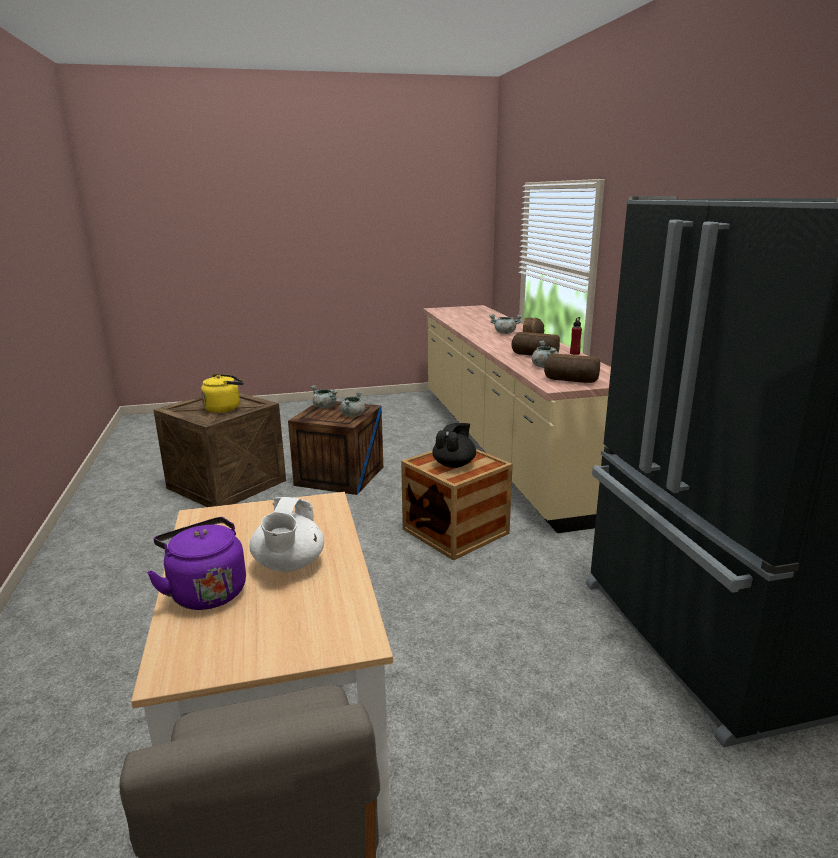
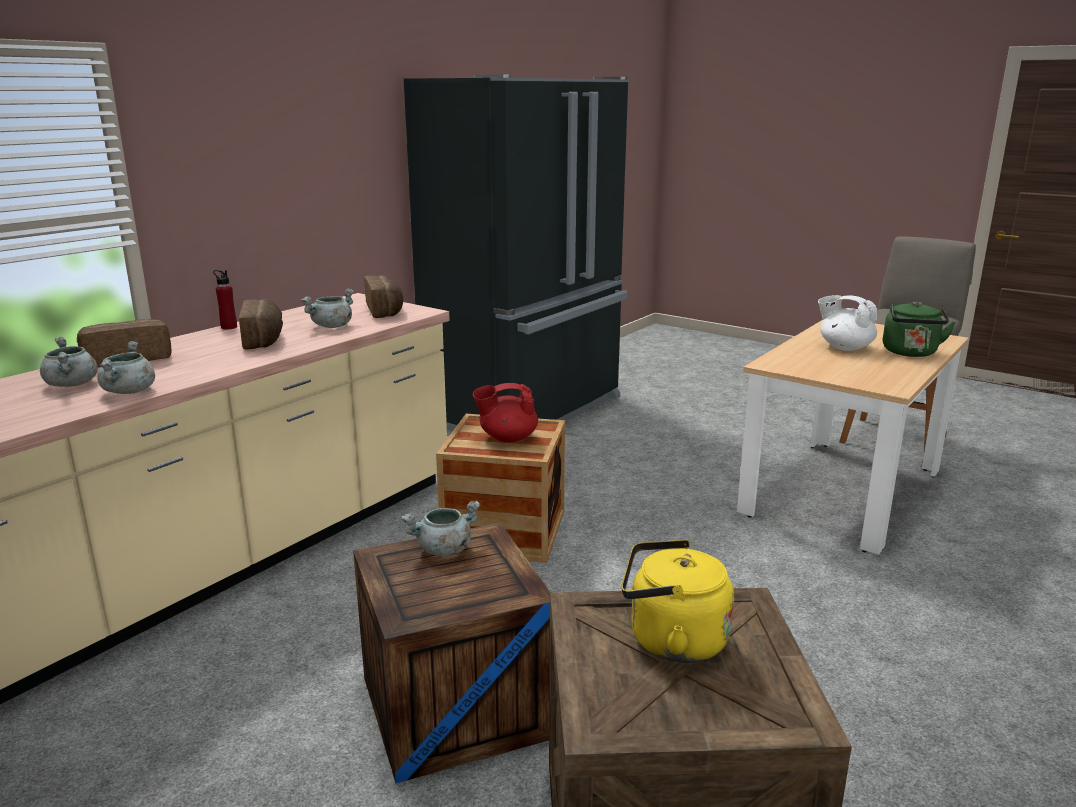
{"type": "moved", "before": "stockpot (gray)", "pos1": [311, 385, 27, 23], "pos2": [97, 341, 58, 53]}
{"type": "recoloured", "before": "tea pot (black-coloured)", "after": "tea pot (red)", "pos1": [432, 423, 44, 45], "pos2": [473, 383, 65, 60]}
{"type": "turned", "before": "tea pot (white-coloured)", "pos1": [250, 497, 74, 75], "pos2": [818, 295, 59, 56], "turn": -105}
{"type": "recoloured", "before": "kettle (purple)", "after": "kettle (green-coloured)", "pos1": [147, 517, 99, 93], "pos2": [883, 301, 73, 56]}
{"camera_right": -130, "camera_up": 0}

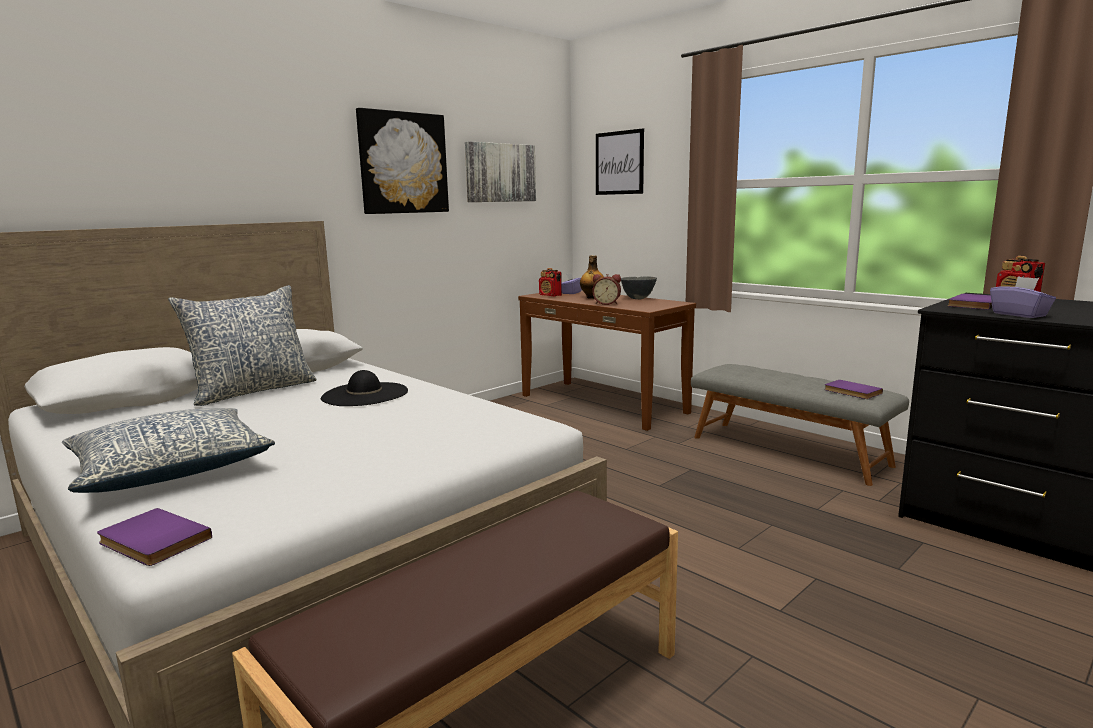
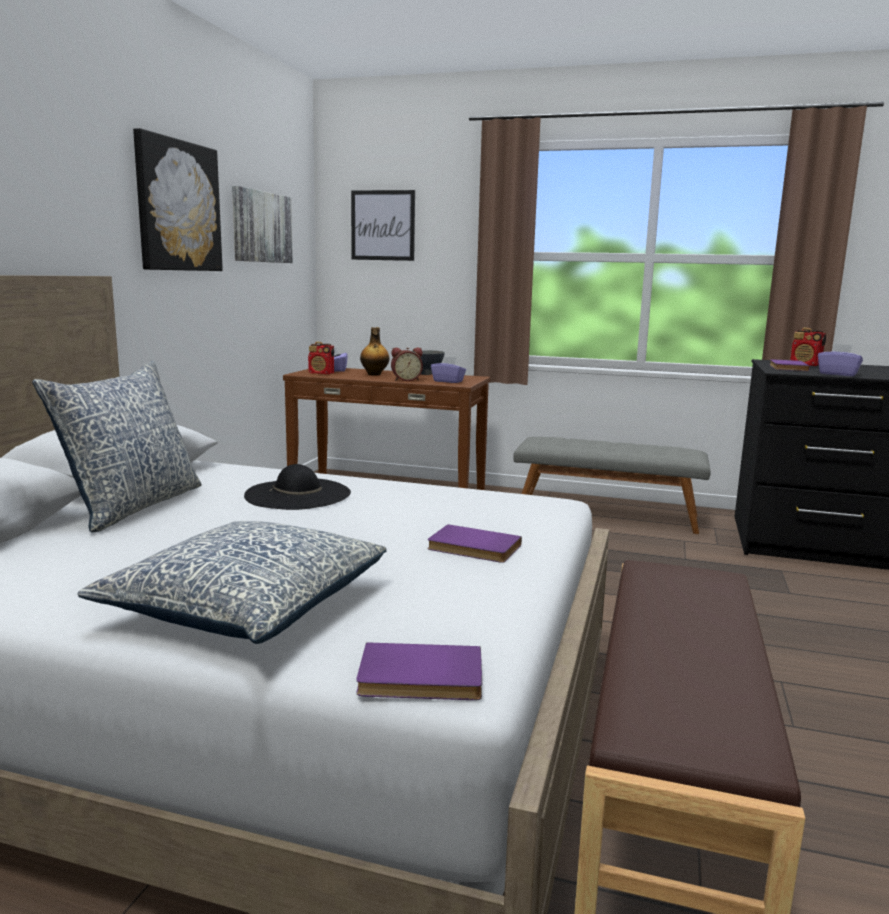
{"type": "moved", "before": "volume (purple)", "pos1": [824, 380, 59, 19], "pos2": [428, 524, 94, 39]}
{"type": "added", "after": "tissue holder (purple)", "pos2": [431, 356, 35, 27]}
{"camera_right": -30, "camera_up": 0}

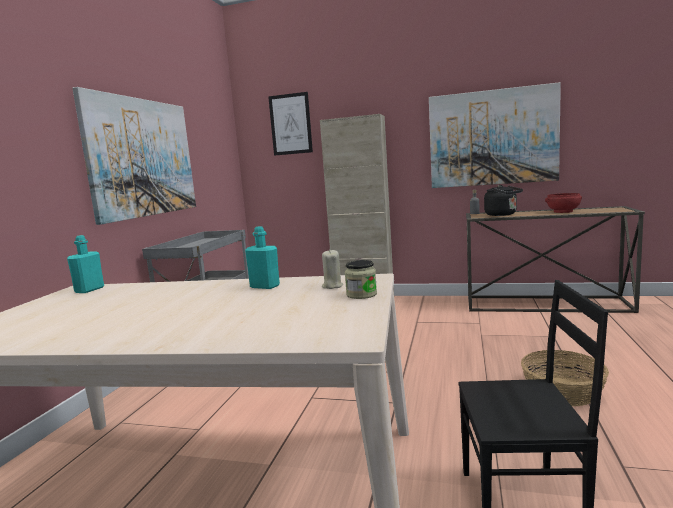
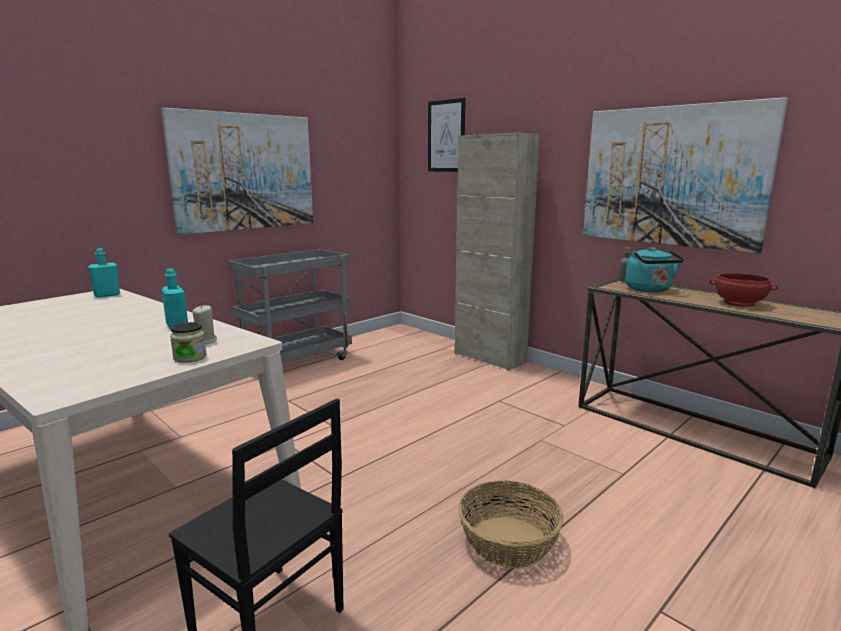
{"type": "recoloured", "before": "kettle (black-coloured)", "after": "kettle (turquoise)", "pos1": [484, 185, 39, 31], "pos2": [625, 247, 59, 45]}
{"camera_right": 30, "camera_up": 5}

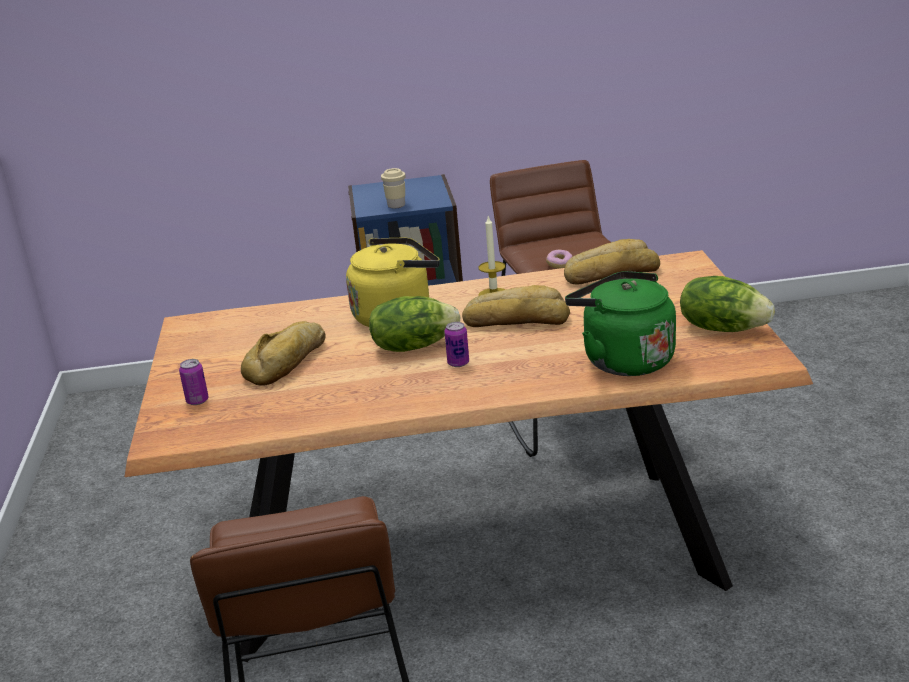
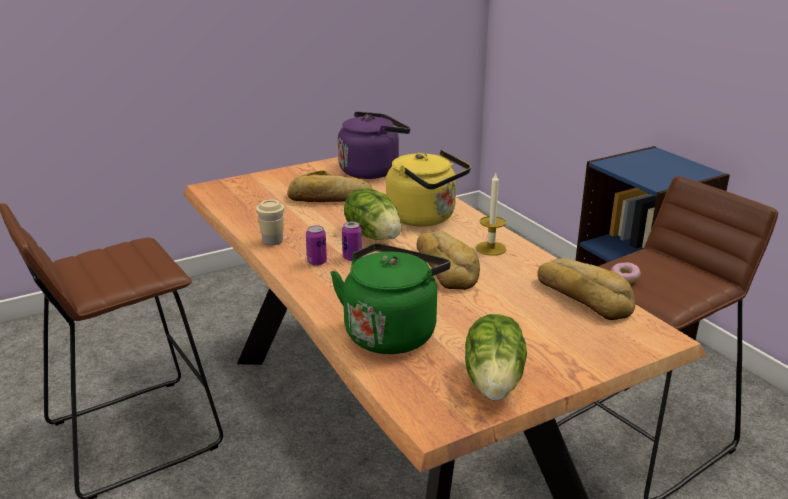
{"type": "moved", "before": "drinking cup (beige)", "pos1": [381, 168, 25, 40], "pos2": [256, 199, 29, 46]}
{"type": "moved", "before": "can", "pos1": [179, 359, 30, 46], "pos2": [306, 225, 21, 41]}
{"type": "added", "after": "kettle (purple)", "pos2": [338, 112, 72, 67]}
{"camera_right": 65, "camera_up": 0}

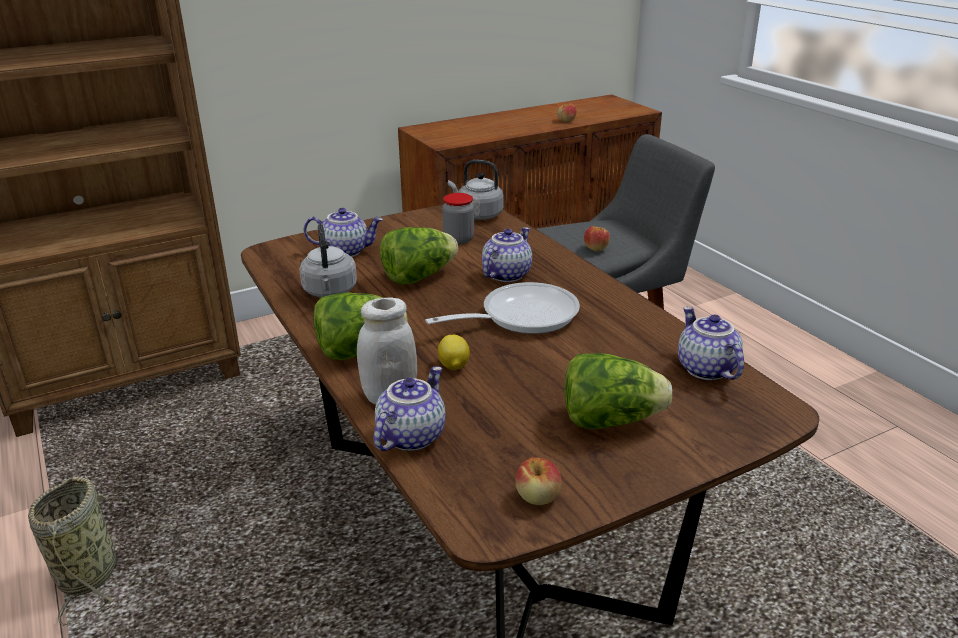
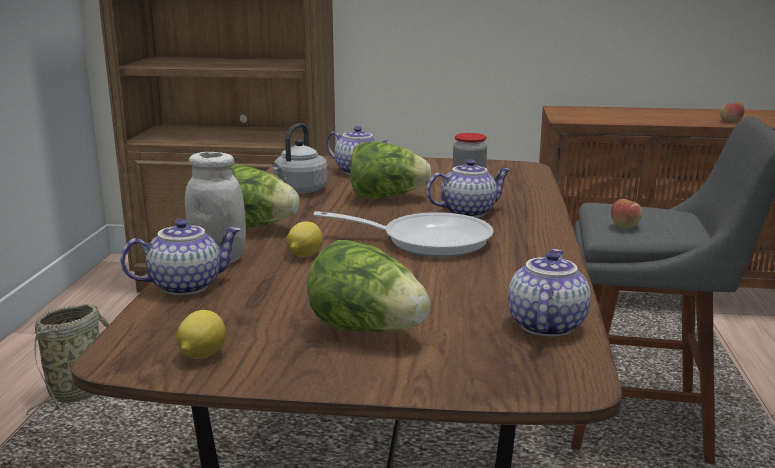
{"type": "replaced", "before": "whole apple", "after": "lemon", "pos1": [515, 457, 47, 48], "pos2": [176, 310, 50, 49]}
{"type": "removed", "before": "kettle (gray)", "pos1": [448, 160, 56, 60]}
{"camera_right": 35, "camera_up": -10}

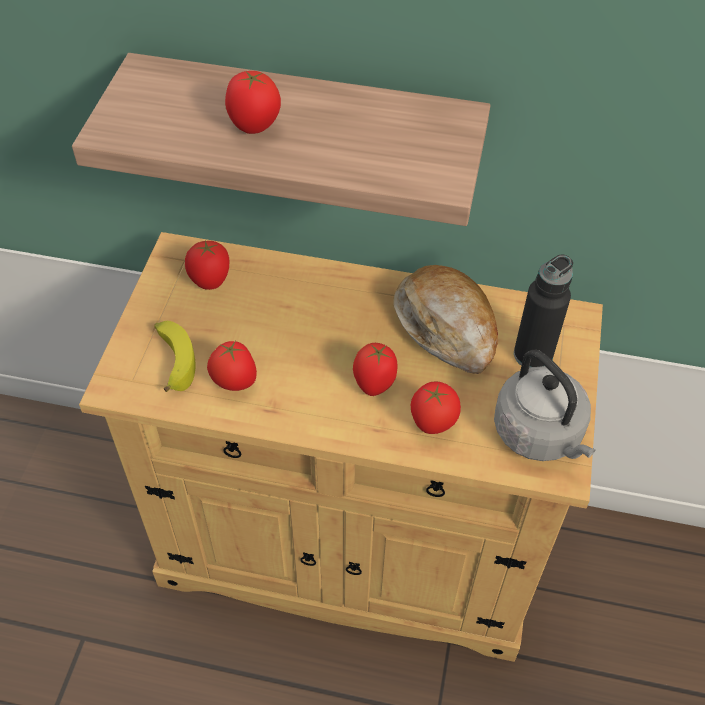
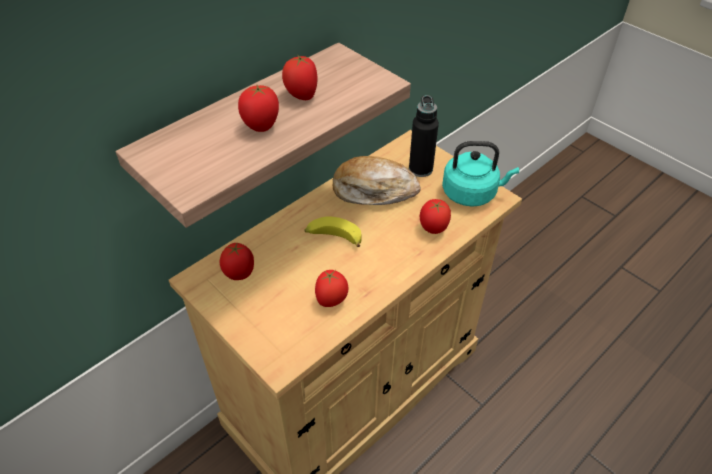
{"type": "moved", "before": "whole tomato", "pos1": [353, 343, 44, 53], "pos2": [282, 56, 36, 44]}
{"type": "moved", "before": "banana fruit", "pos1": [154, 321, 42, 71], "pos2": [304, 216, 57, 31]}
{"type": "recoloured", "before": "kettle (gray)", "after": "kettle (turquoise)", "pos1": [494, 350, 101, 111], "pos2": [442, 141, 77, 66]}
{"camera_right": -55, "camera_up": -5}

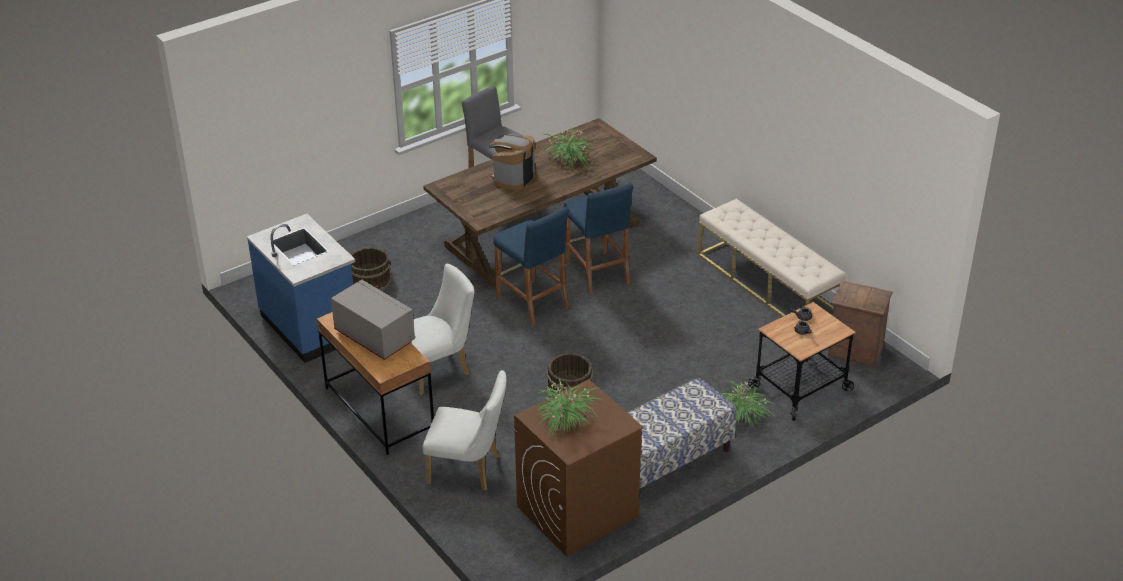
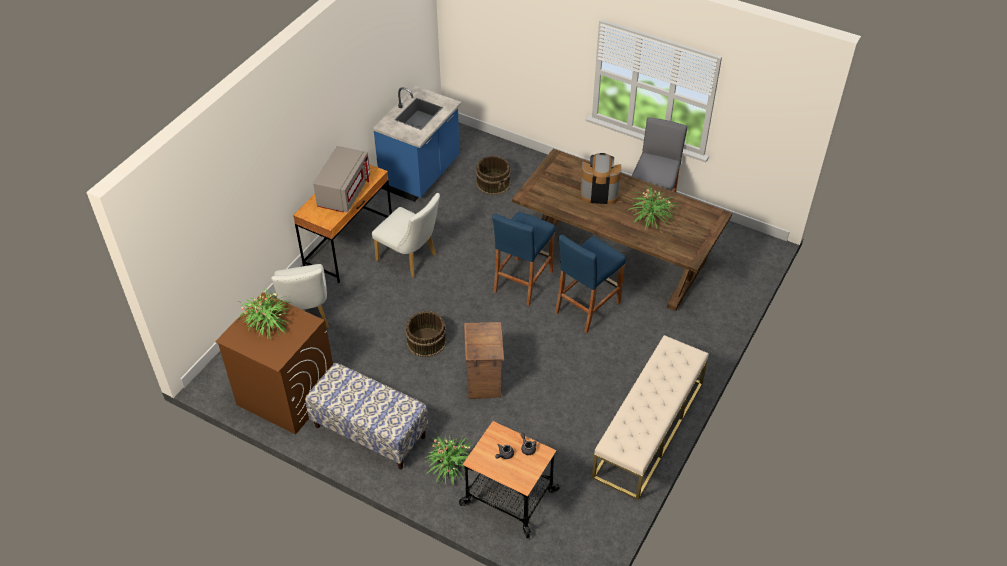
{"type": "moved", "before": "crate", "pos1": [828, 281, 65, 86], "pos2": [464, 322, 40, 77]}
{"camera_right": 65, "camera_up": 10}

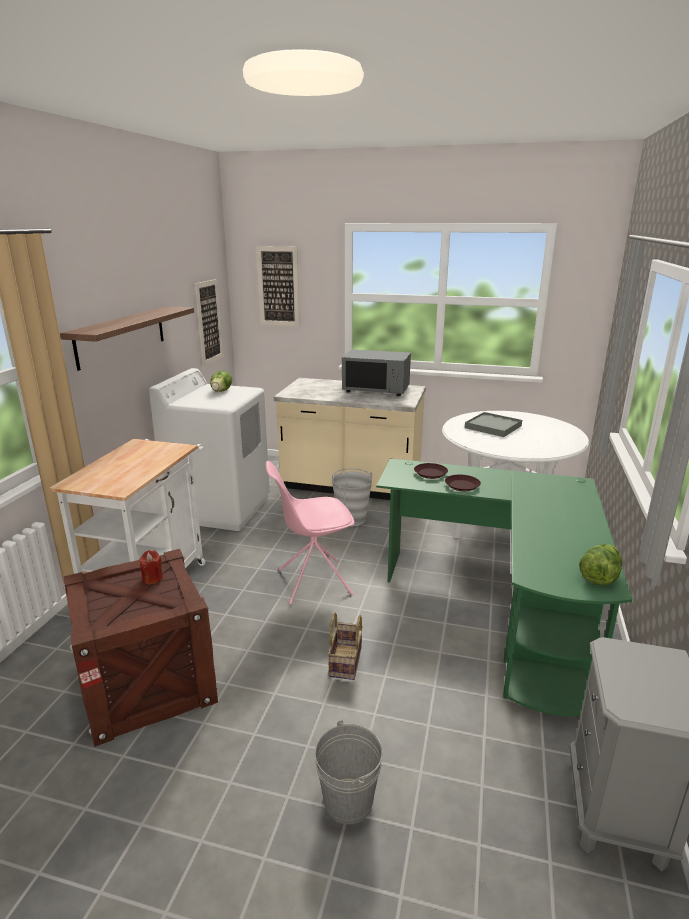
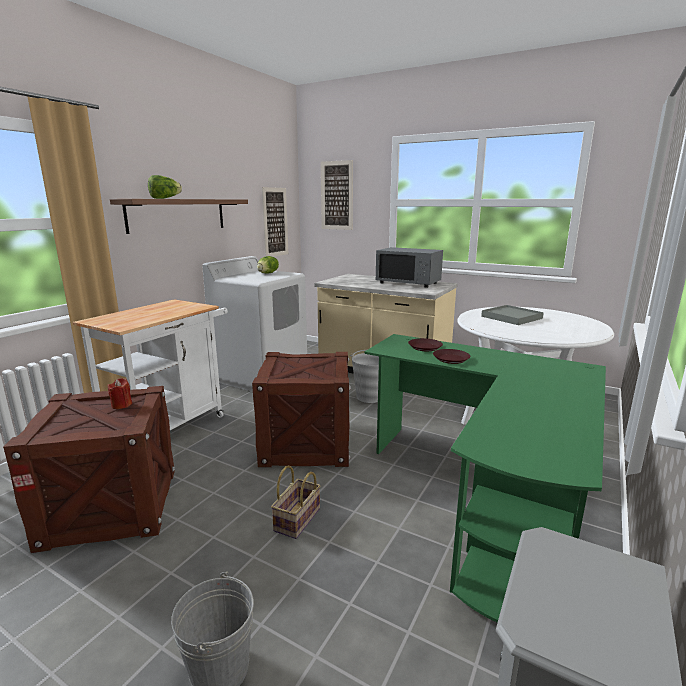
{"type": "moved", "before": "head of lettuce", "pos1": [579, 544, 43, 41], "pos2": [148, 175, 34, 24]}
{"type": "replaced", "before": "plain chair (pinkish)", "after": "crate", "pos1": [266, 461, 88, 144], "pos2": [252, 352, 99, 115]}
{"camera_right": 15, "camera_up": -5}

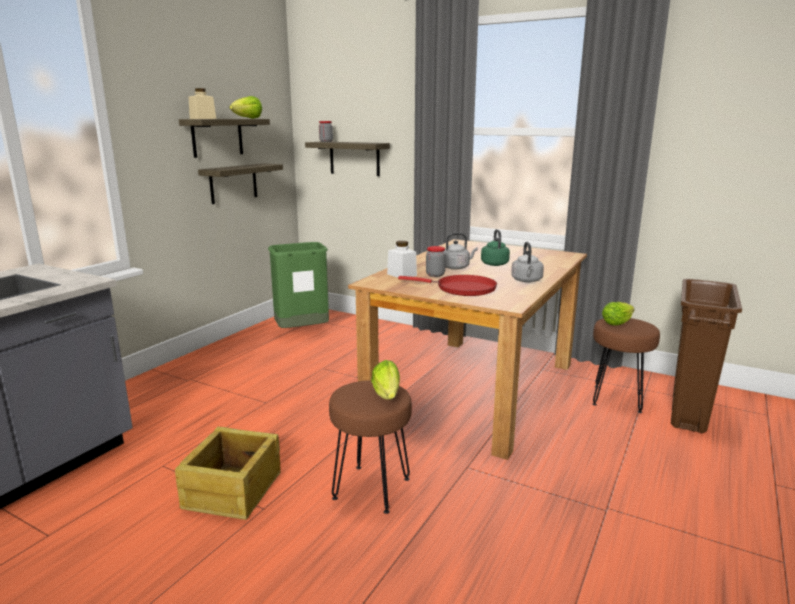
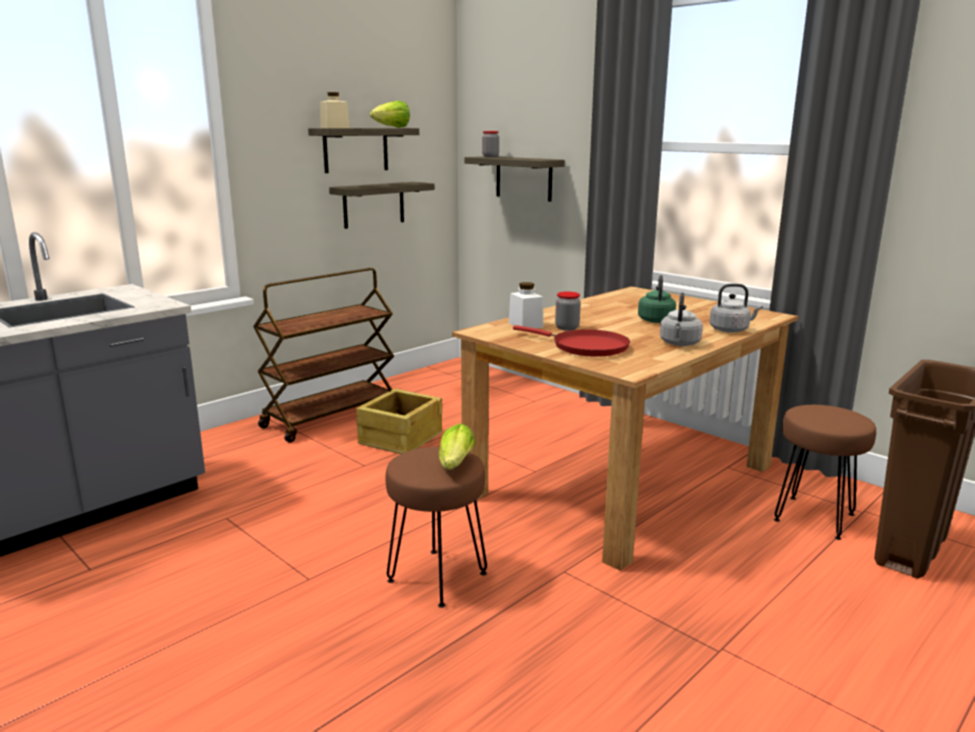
{"type": "added", "after": "trolley (brownish)", "pos2": [253, 268, 141, 175]}
{"type": "moved", "before": "crate", "pos1": [175, 426, 106, 94], "pos2": [356, 388, 86, 66]}
{"type": "moved", "before": "kettle (gray)", "pos1": [444, 233, 34, 37], "pos2": [710, 284, 53, 49]}
{"type": "removed", "before": "trash can (green-coloured)", "pos1": [268, 242, 61, 86]}
{"type": "removed", "before": "head of lettuce", "pos1": [602, 302, 32, 24]}
{"camera_right": 15, "camera_up": 0}

